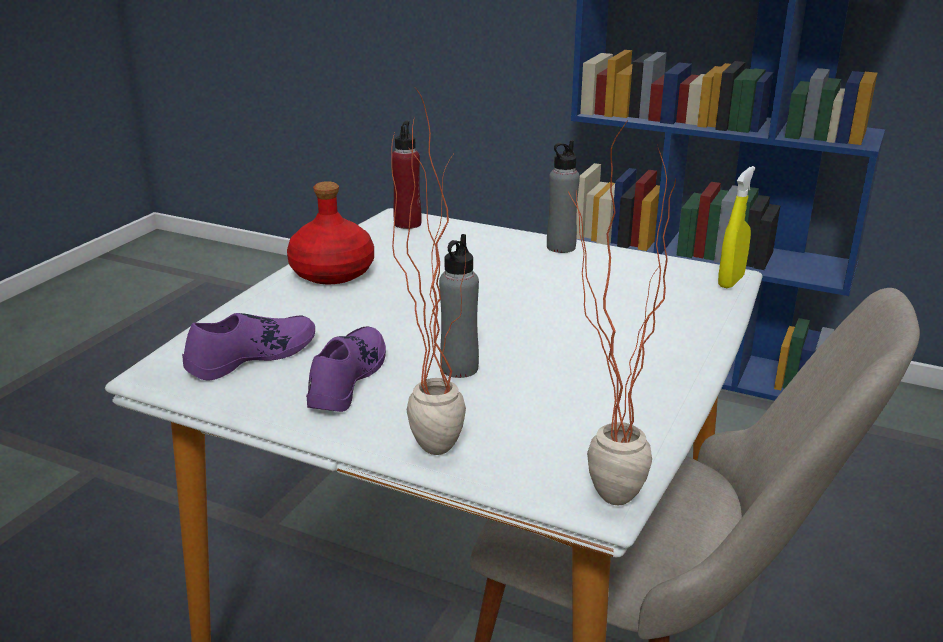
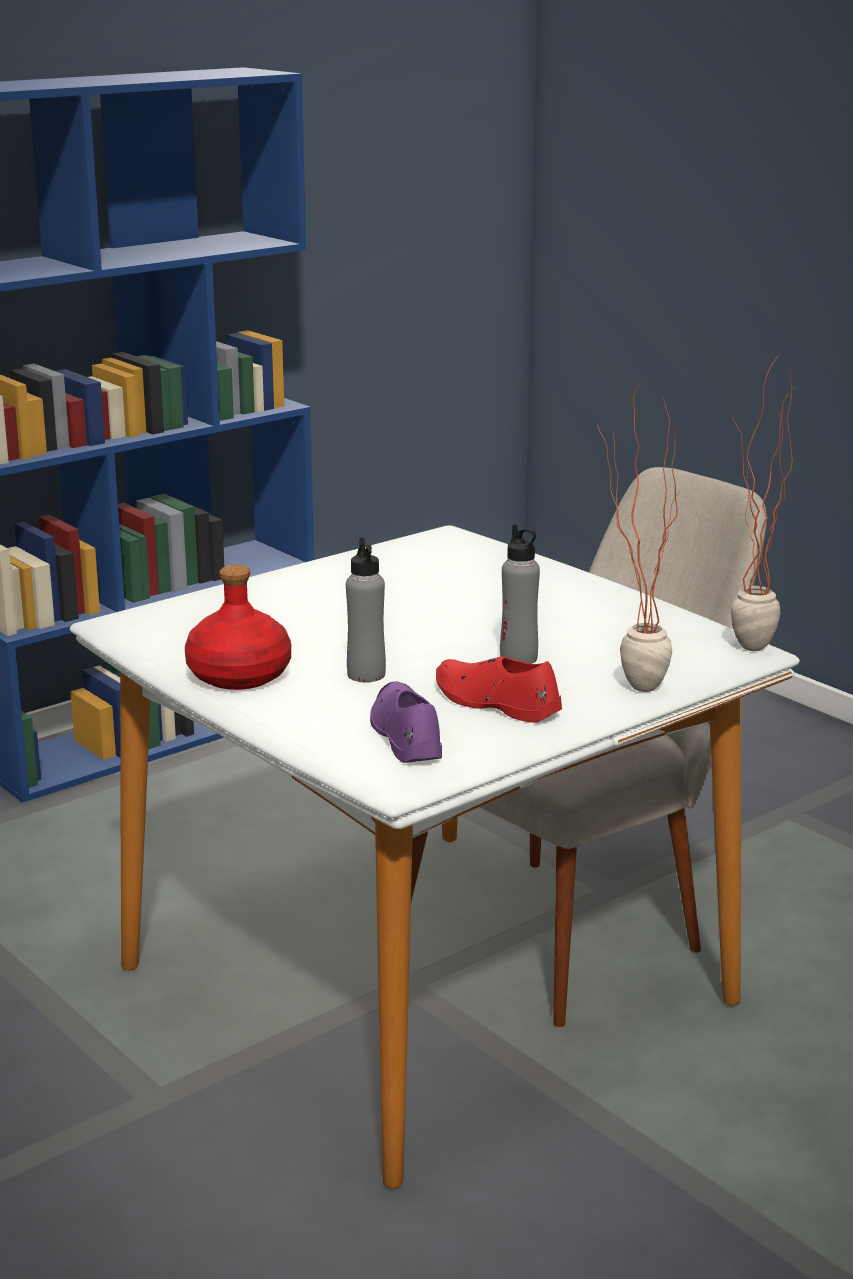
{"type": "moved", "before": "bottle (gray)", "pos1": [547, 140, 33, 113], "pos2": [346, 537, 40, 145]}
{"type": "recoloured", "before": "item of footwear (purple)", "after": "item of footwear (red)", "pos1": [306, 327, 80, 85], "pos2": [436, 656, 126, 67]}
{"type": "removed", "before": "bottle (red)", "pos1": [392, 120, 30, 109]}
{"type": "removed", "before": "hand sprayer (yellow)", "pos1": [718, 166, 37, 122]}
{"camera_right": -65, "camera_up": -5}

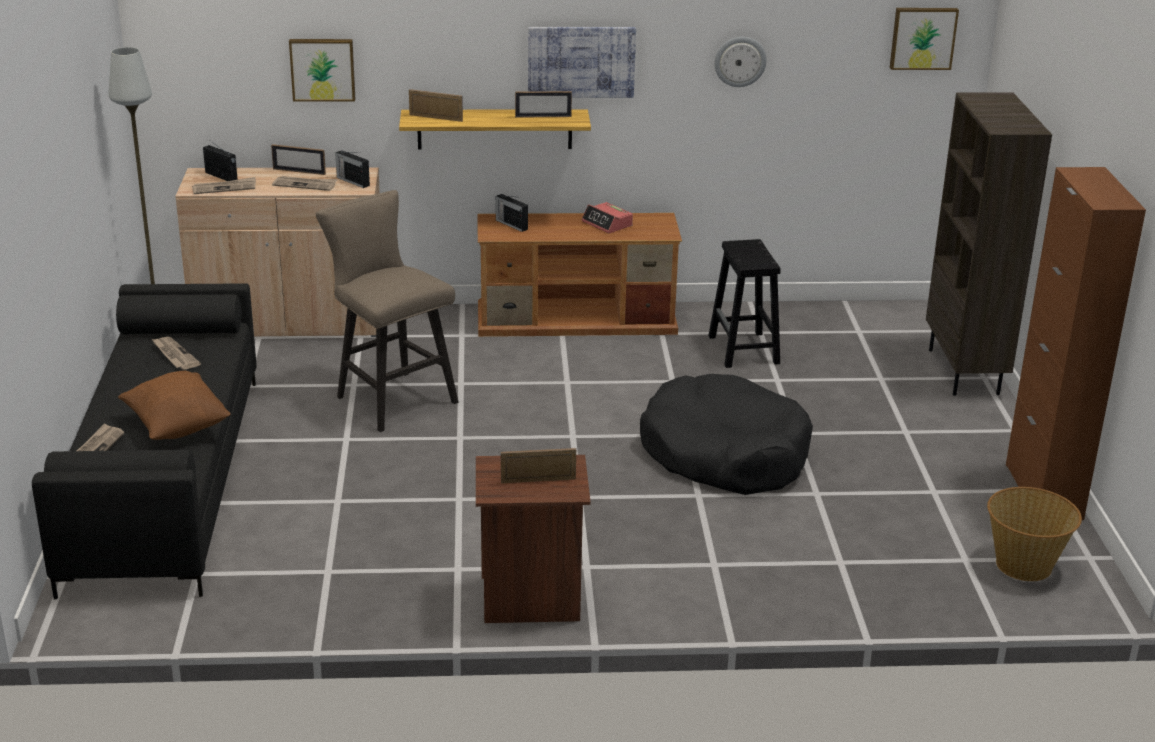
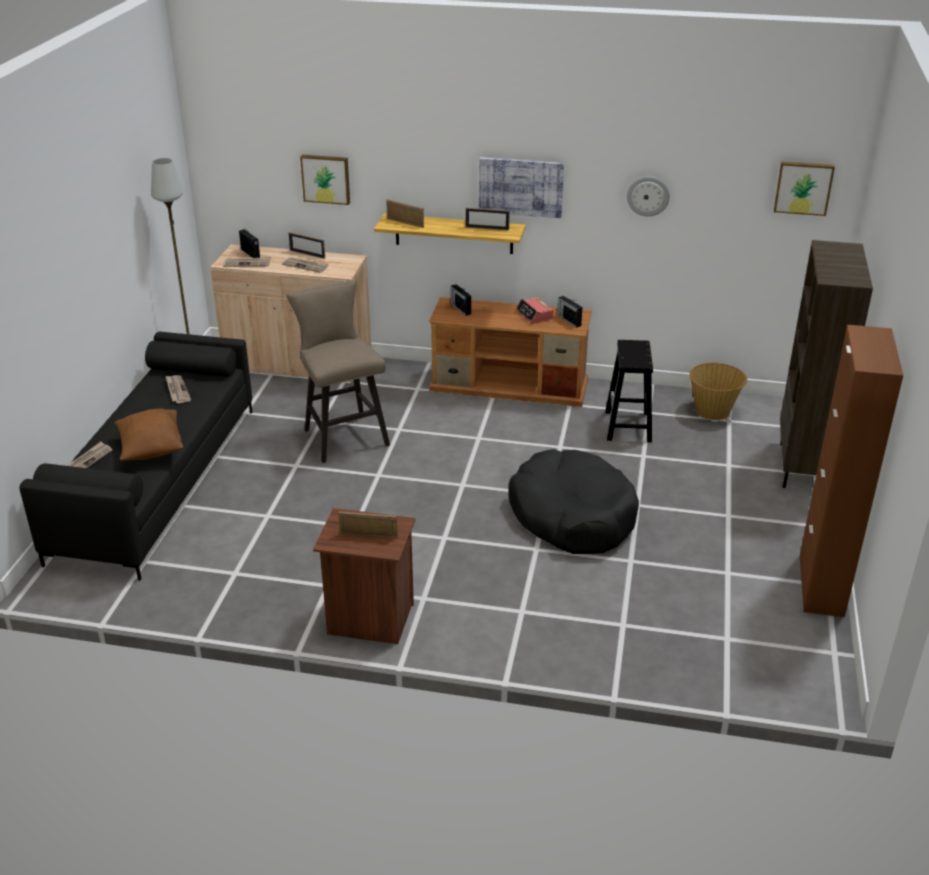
{"type": "moved", "before": "radio", "pos1": [335, 150, 35, 38], "pos2": [557, 296, 25, 32]}
{"type": "moved", "before": "household basket", "pos1": [987, 487, 95, 94], "pos2": [689, 363, 58, 57]}
{"camera_right": 15, "camera_up": 5}

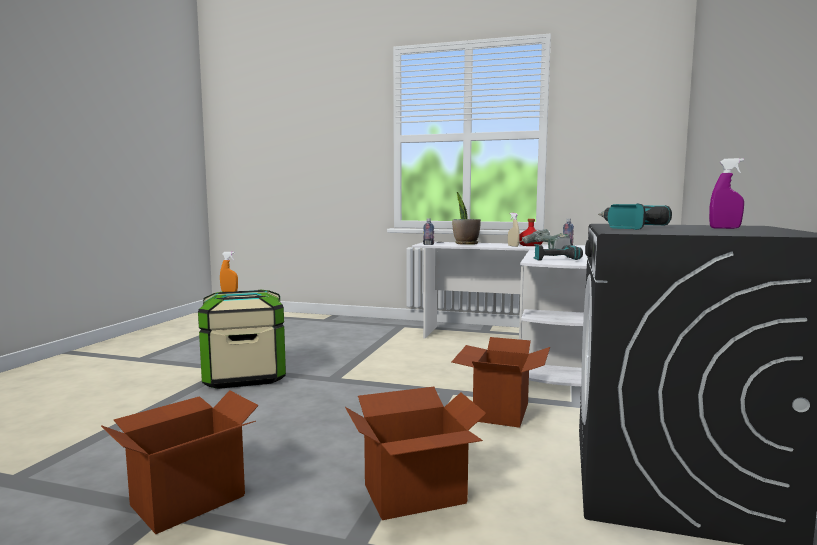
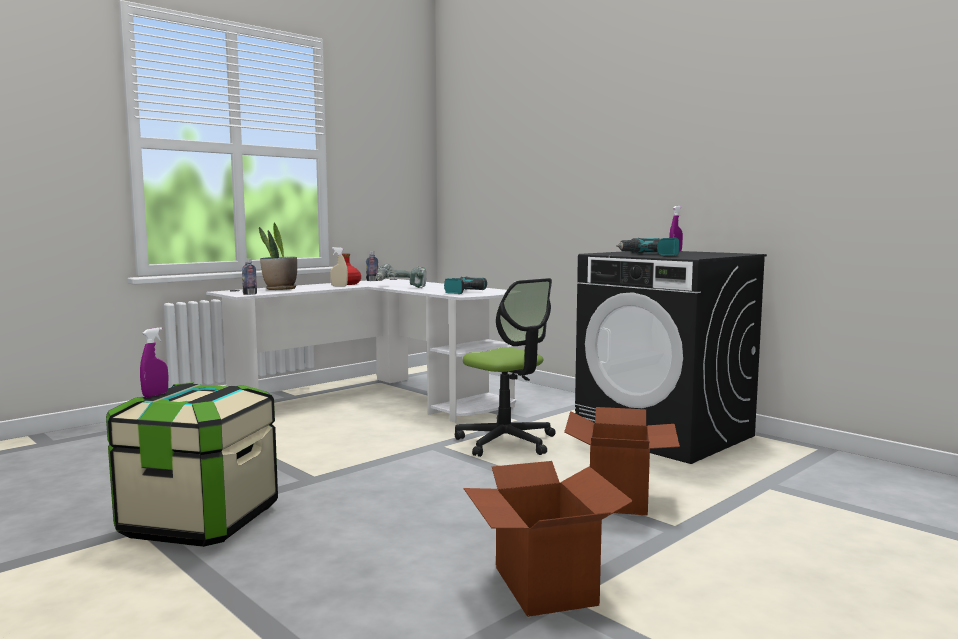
{"type": "recoloured", "before": "hand sprayer (orange)", "after": "hand sprayer (purple)", "pos1": [220, 252, 18, 40], "pos2": [140, 328, 28, 69]}
{"type": "replaced", "before": "cardboard box", "after": "office chair", "pos1": [452, 337, 98, 91], "pos2": [455, 278, 101, 179]}
{"camera_right": -60, "camera_up": 0}

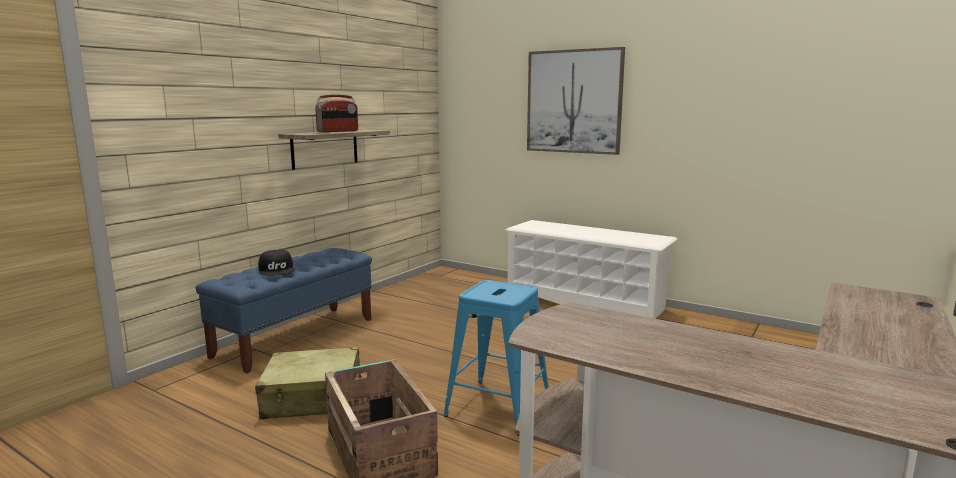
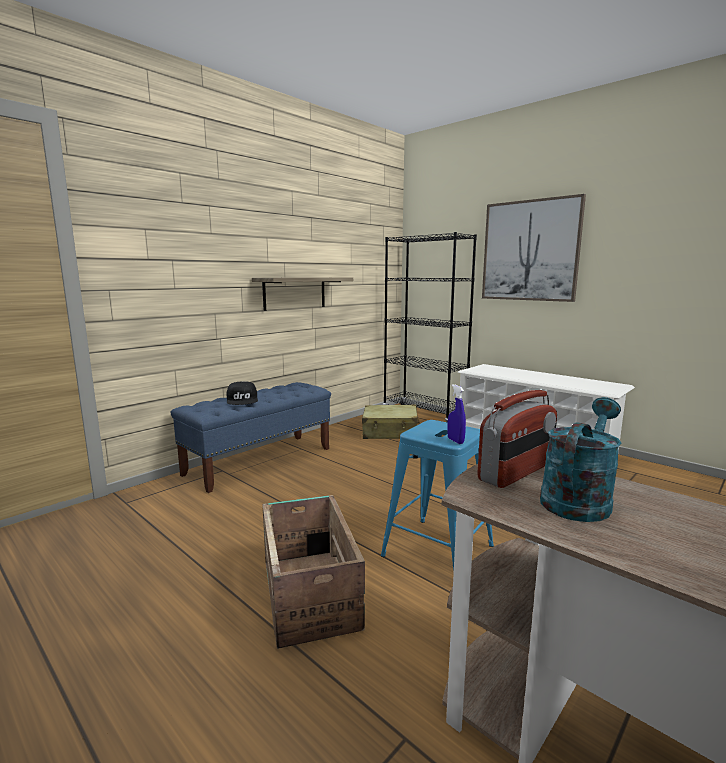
{"type": "moved", "before": "piece of luggage (beige)", "pos1": [255, 347, 107, 72], "pos2": [362, 405, 58, 34]}
{"type": "added", "after": "bookshelf (black-coloured)", "pos2": [383, 232, 94, 191]}
{"type": "added", "after": "hand sprayer (bluish)", "pos2": [447, 384, 19, 60]}
{"type": "moved", "before": "radio", "pos1": [315, 95, 43, 37], "pos2": [477, 390, 80, 98]}
{"type": "added", "after": "watering can (turquoise)", "pos2": [540, 397, 82, 125]}
{"camera_right": 10, "camera_up": 0}

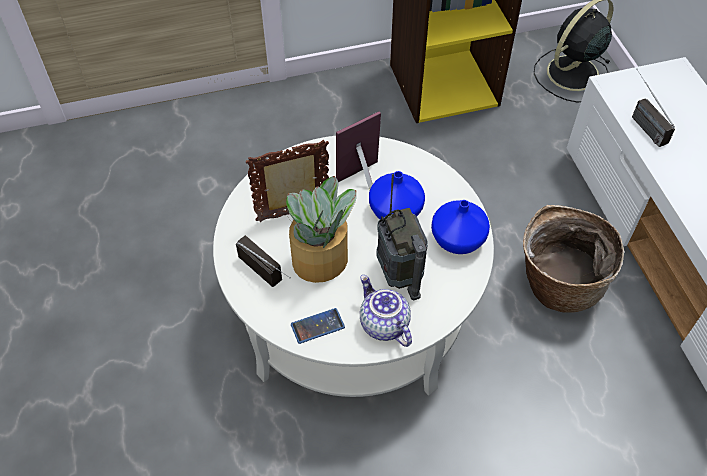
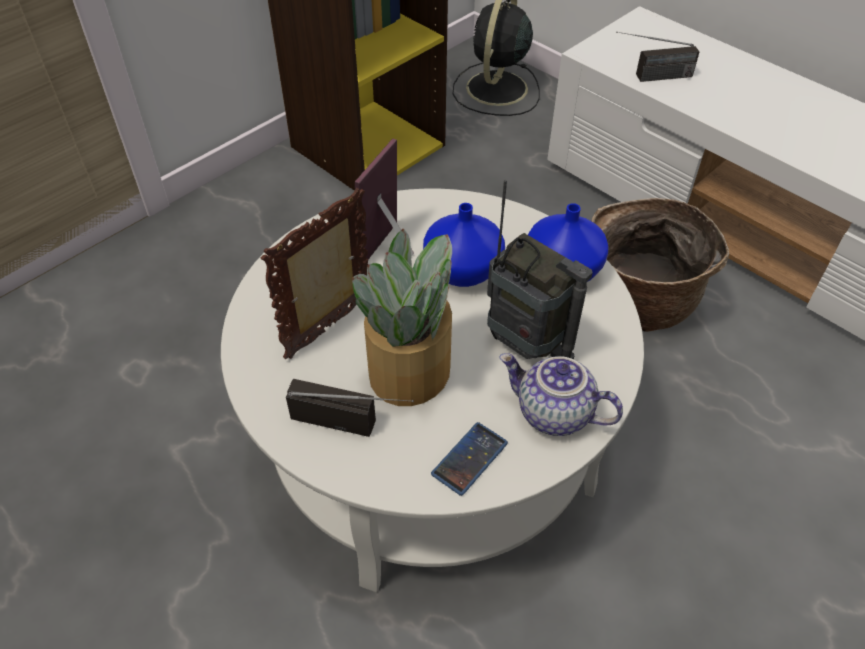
{"type": "turned", "before": "radio", "pos1": [632, 69, 43, 78], "pos2": [616, 31, 83, 51], "turn": -45}
{"camera_right": -30, "camera_up": -5}

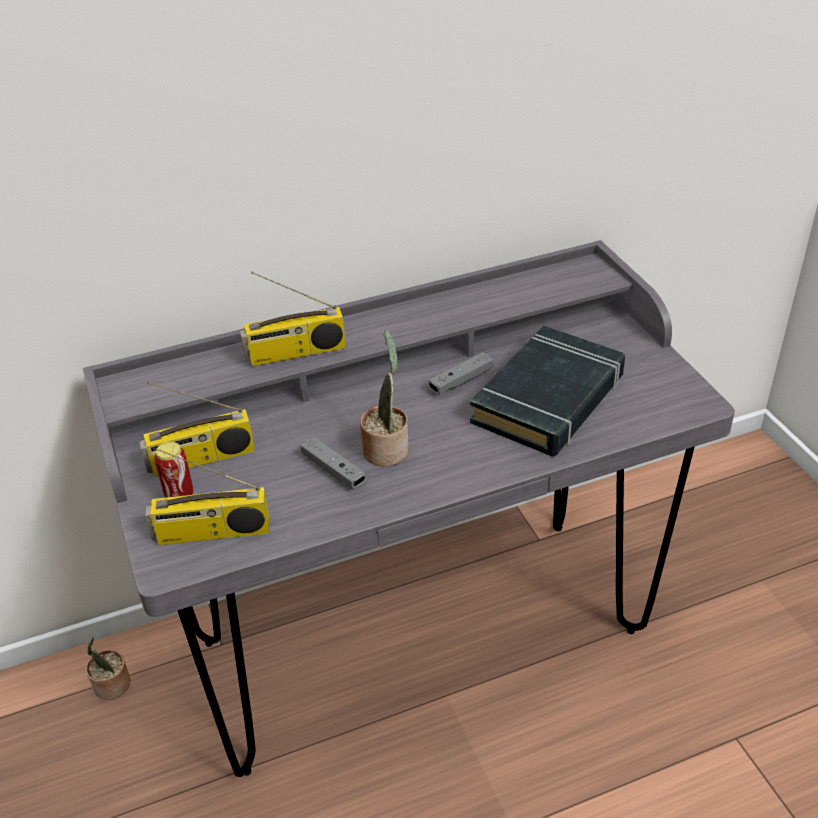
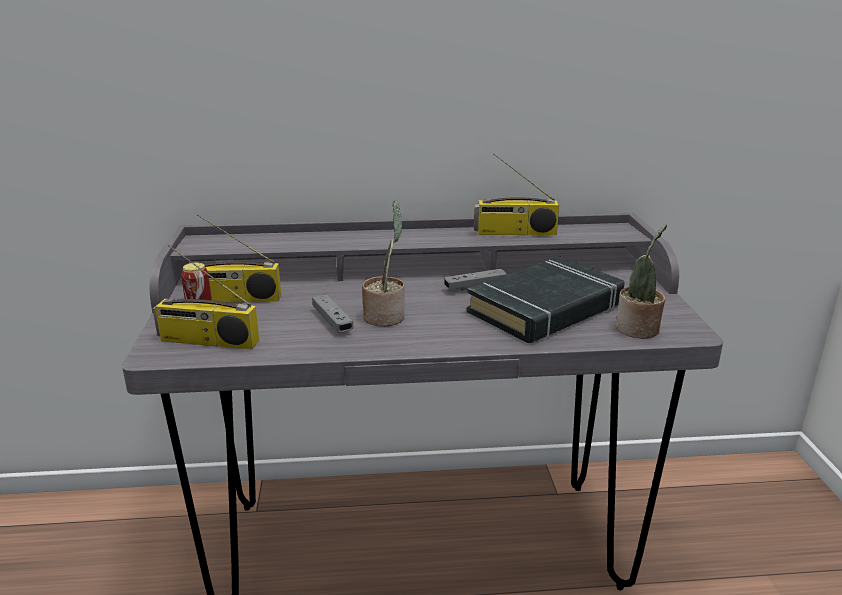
{"type": "moved", "before": "radio", "pos1": [240, 272, 106, 94], "pos2": [474, 153, 85, 82]}
{"type": "moved", "before": "houseplant", "pos1": [86, 637, 44, 63], "pos2": [616, 224, 51, 115]}
{"camera_right": 15, "camera_up": -15}

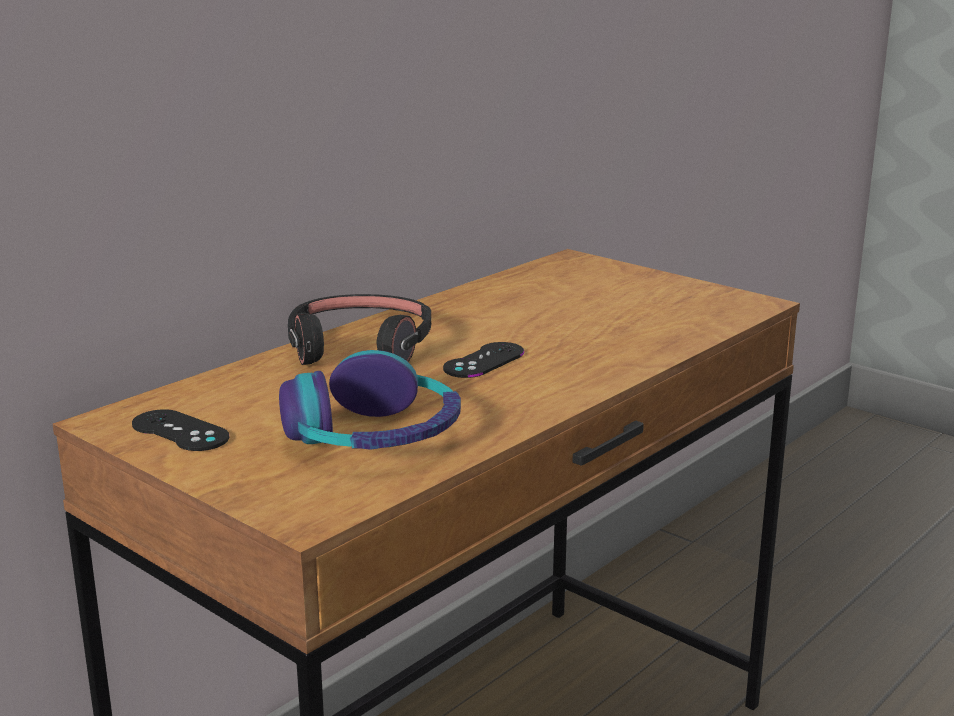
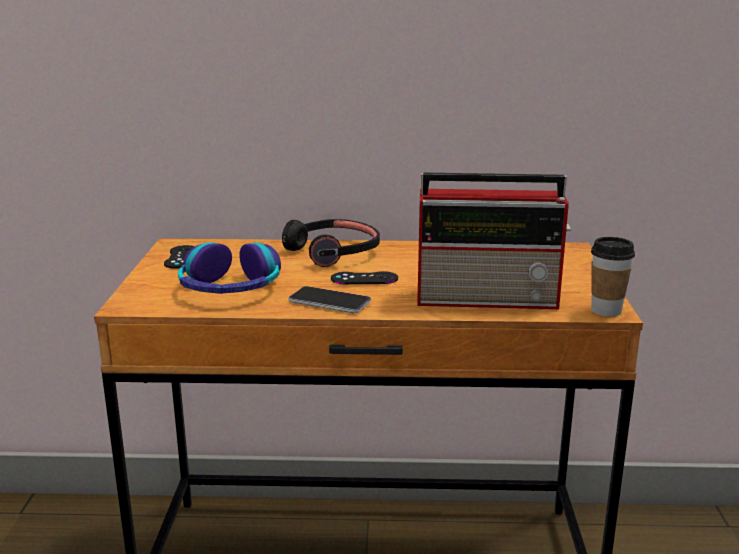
{"type": "added", "after": "telephone", "pos2": [288, 286, 83, 28]}
{"type": "added", "after": "radio", "pos2": [417, 173, 154, 136]}
{"type": "added", "after": "drinking cup", "pos2": [591, 237, 44, 80]}
{"camera_right": 50, "camera_up": 0}

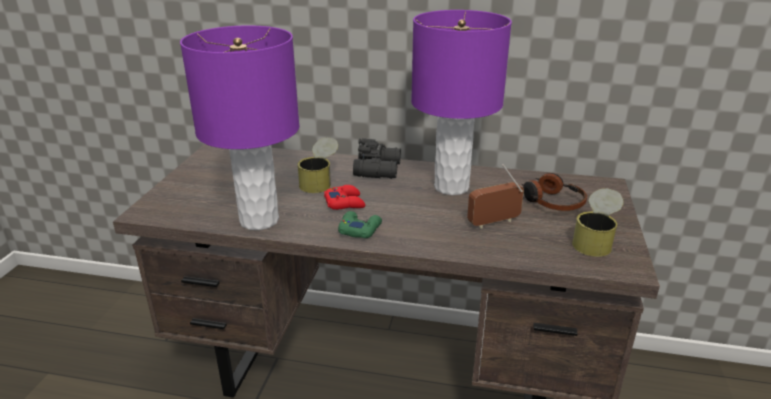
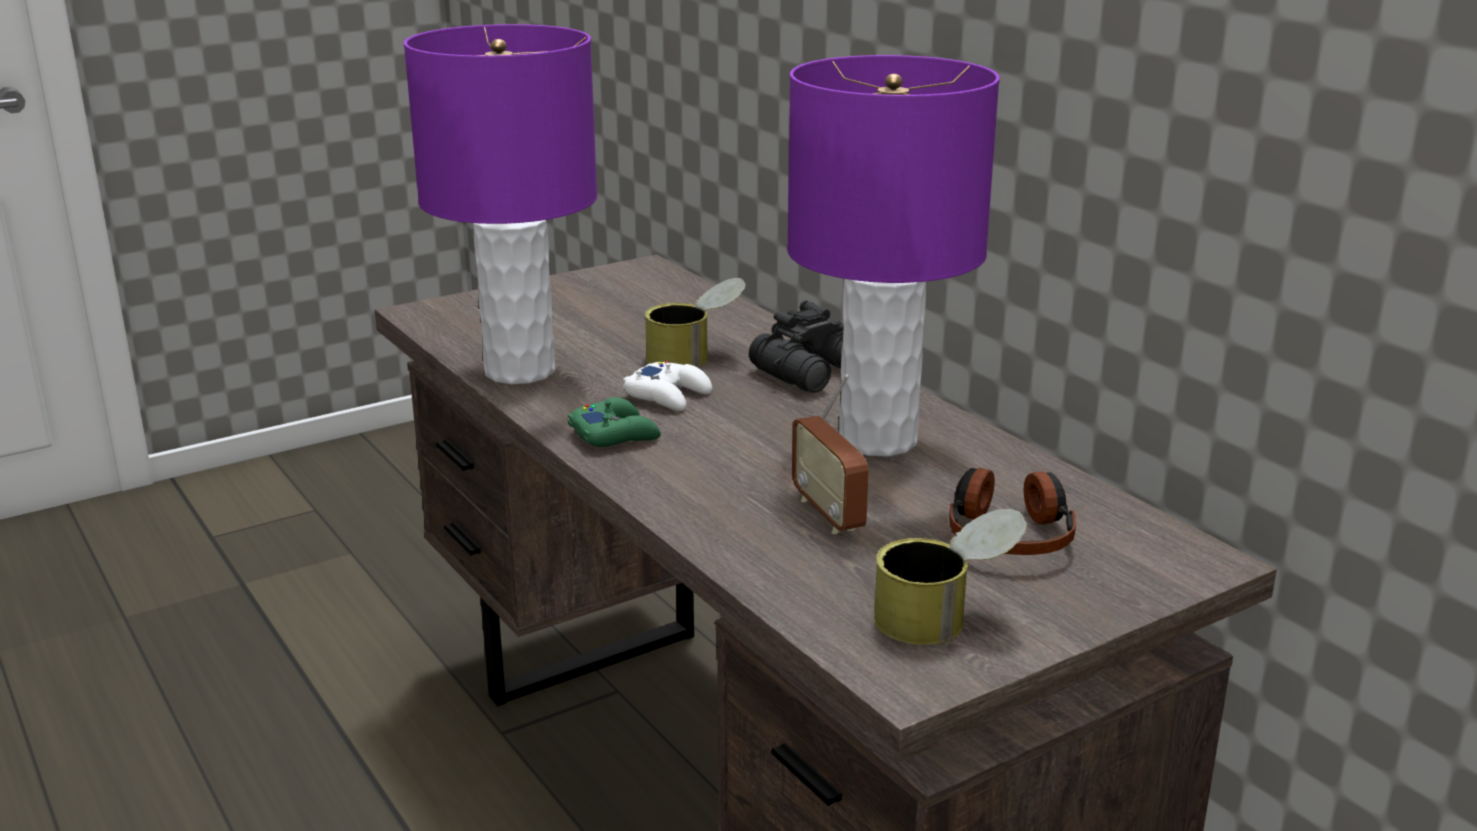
{"type": "recoloured", "before": "joypad (red)", "after": "joypad (white-coloured)", "pos1": [324, 185, 41, 25], "pos2": [623, 361, 89, 50]}
{"type": "turned", "before": "radio", "pos1": [467, 164, 57, 65], "pos2": [792, 374, 77, 160], "turn": -135}
{"camera_right": 45, "camera_up": -5}

